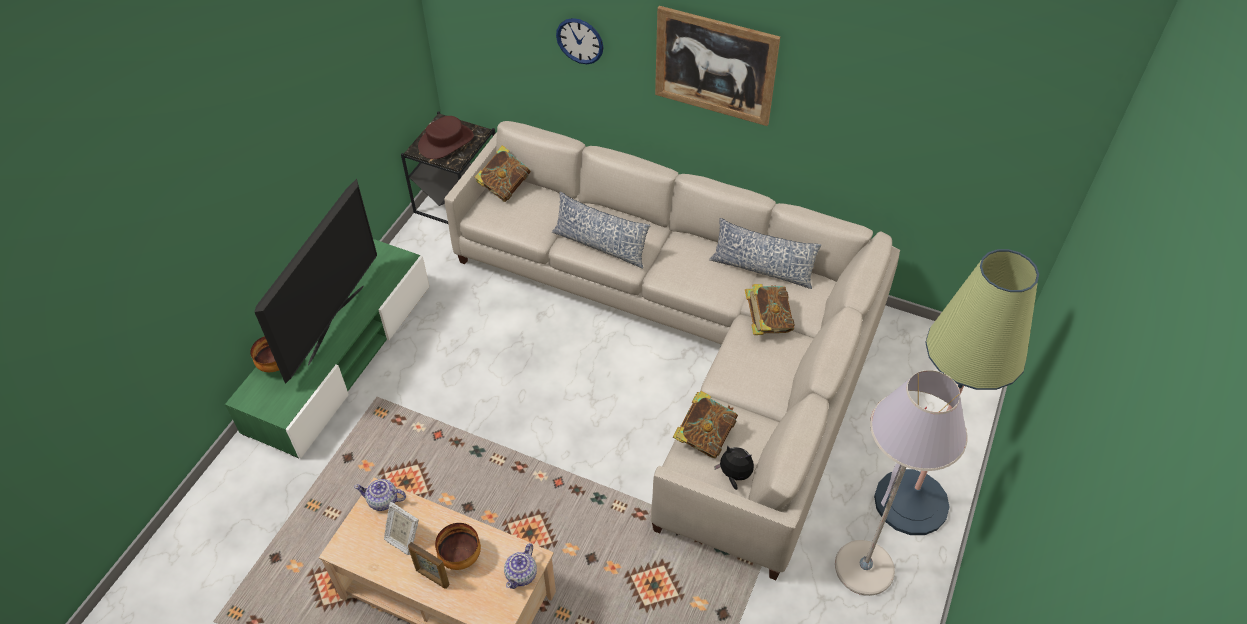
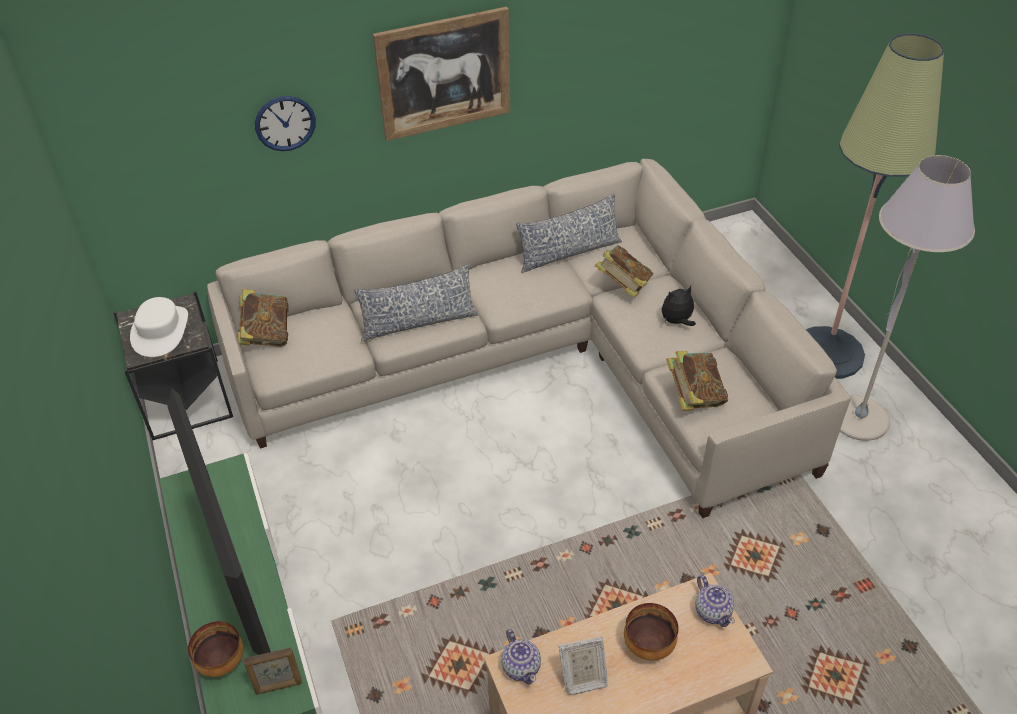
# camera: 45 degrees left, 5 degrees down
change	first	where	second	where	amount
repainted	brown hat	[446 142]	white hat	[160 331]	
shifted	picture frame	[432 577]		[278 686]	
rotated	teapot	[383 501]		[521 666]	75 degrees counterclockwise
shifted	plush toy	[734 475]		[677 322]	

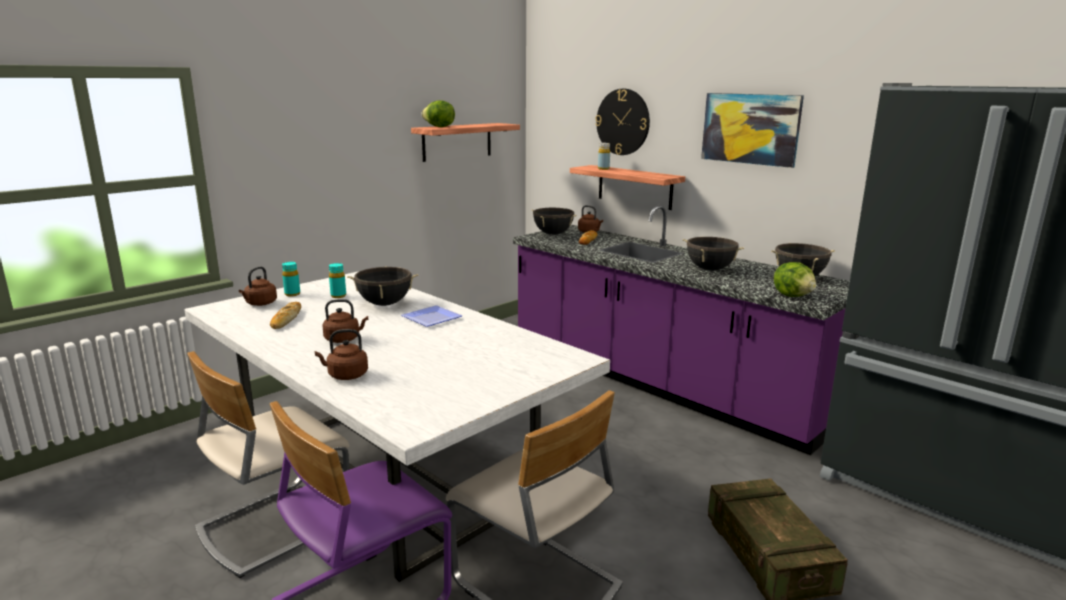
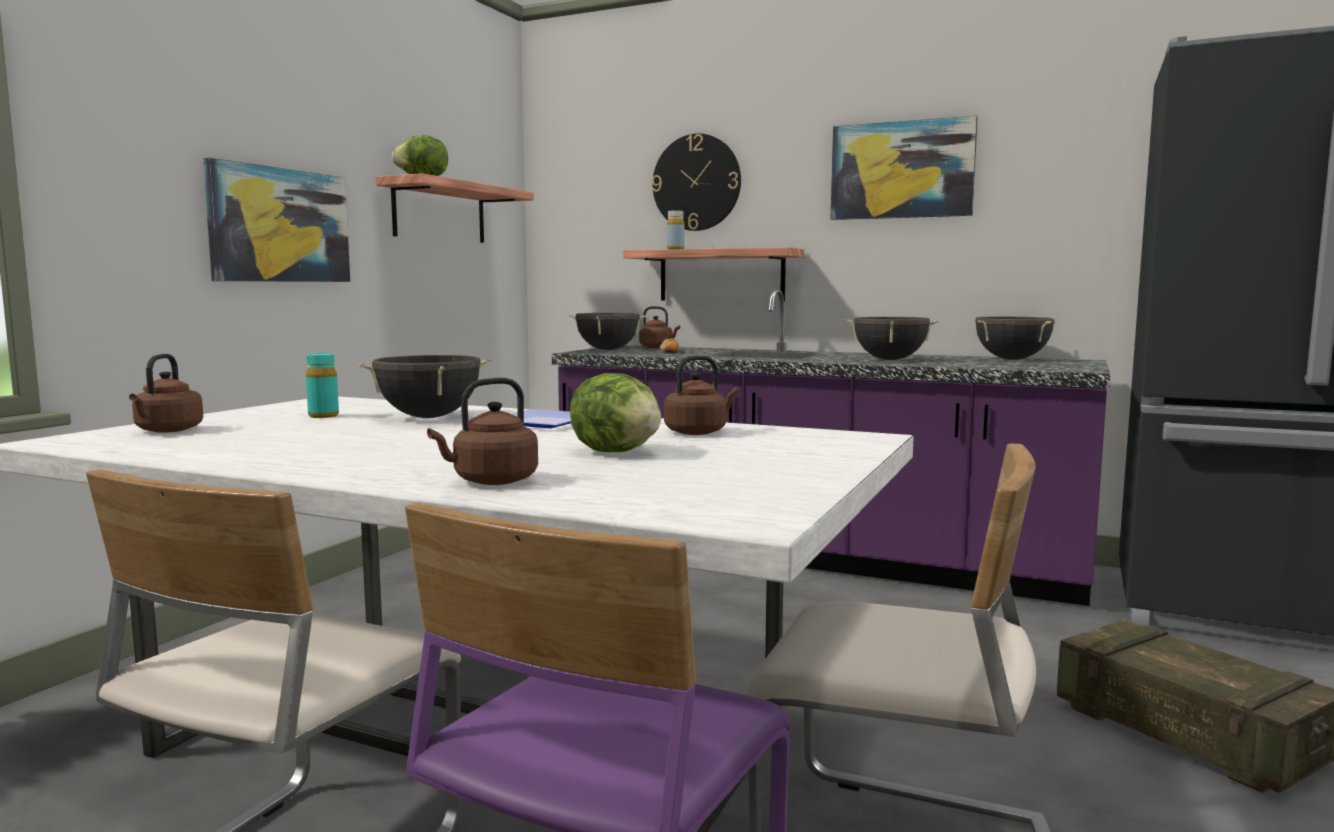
# camera: 20 degrees left, 10 degrees down
change	first	where	second	where	amount
new			picture	[280 225]	
shifted	lettuce	[793 295]		[618 451]	
shifted	brown kettle	[344 339]		[698 432]	
gone	bread	[286 319]			
gone	turquoise bottle	[292 294]			

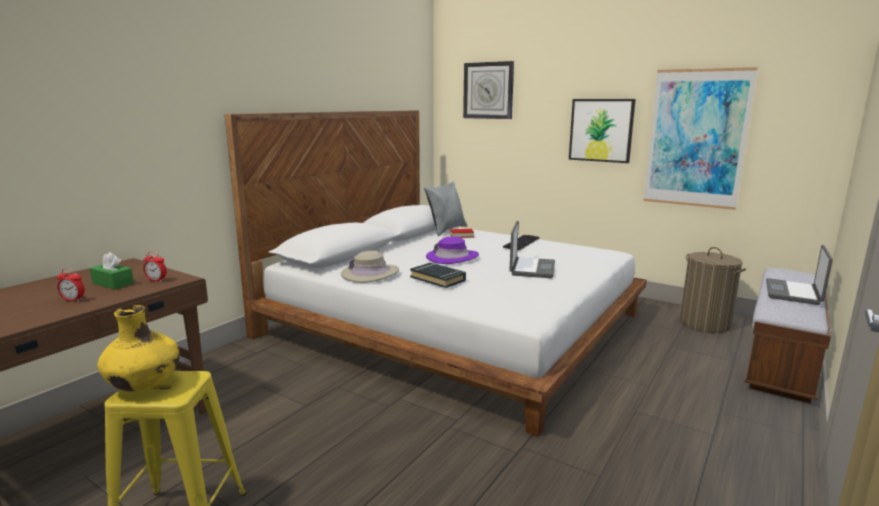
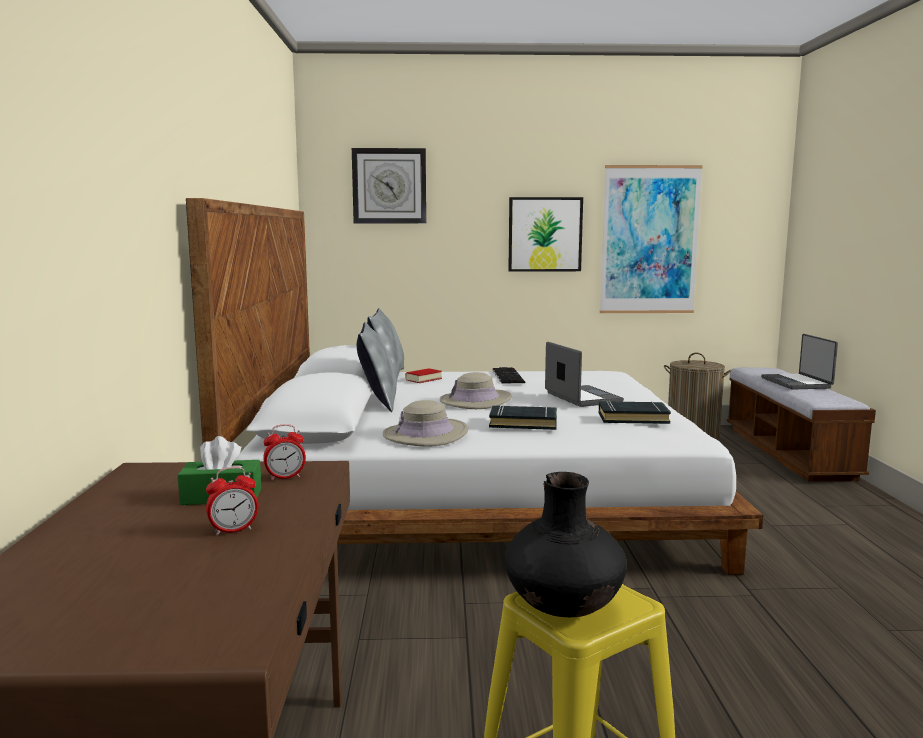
# camera: 35 degrees left, 5 degrees down
change	first	where	second	where	amount
new			grey pillow	[378 402]	
repainted	purple hat	[452 257]	beige hat	[475 401]	
repainted	yellow vase	[145 385]	black vase	[563 608]	
new			black book	[633 418]	

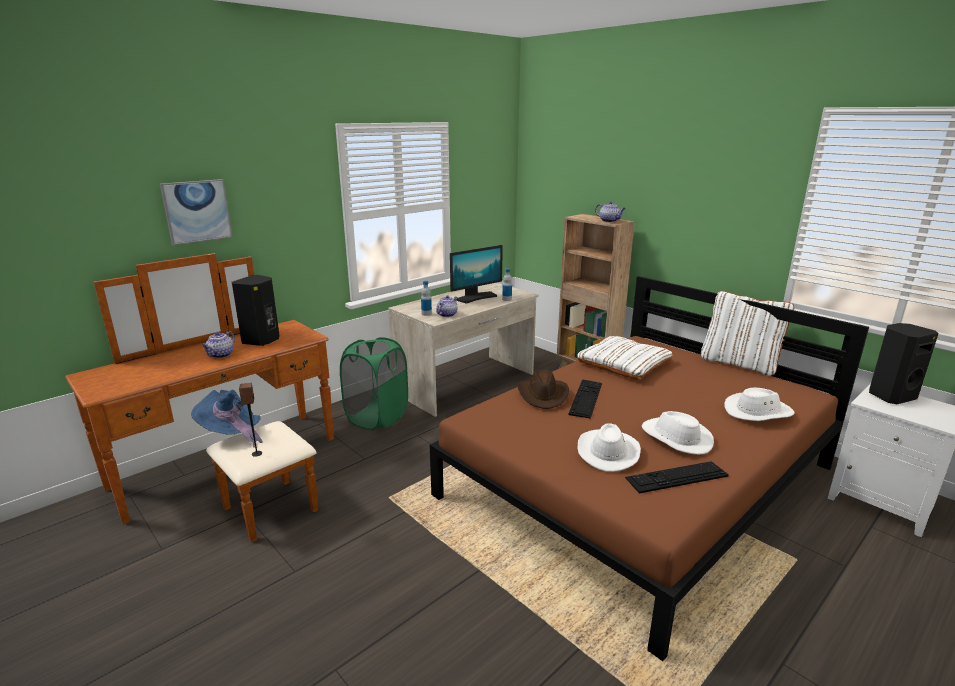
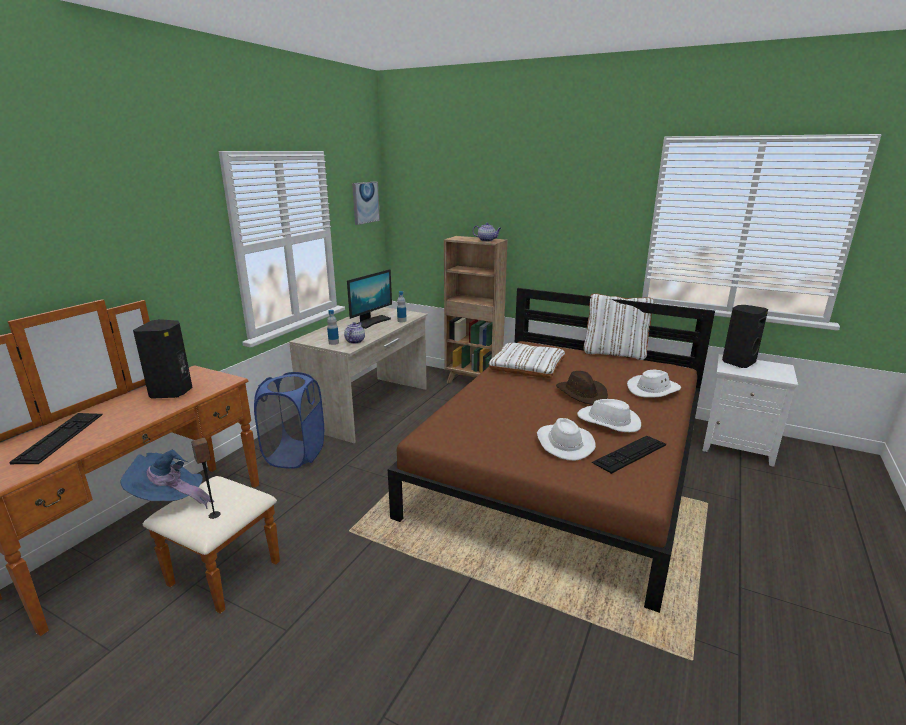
# camera: 20 degrees left, 0 degrees up
change	first	where	second	where	amount
shifted	keyboard	[586 398]		[60 437]	
repainted	green laundry basket	[377 417]	blue laundry basket	[295 454]	
shifted	picture	[197 211]		[365 202]	
shifted	brown hat	[543 395]		[582 393]	
gone	teapot	[221 355]			

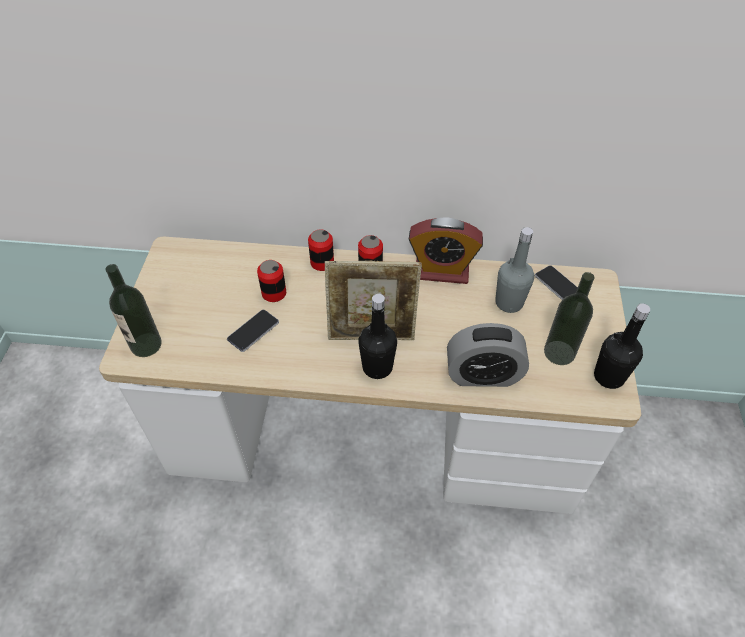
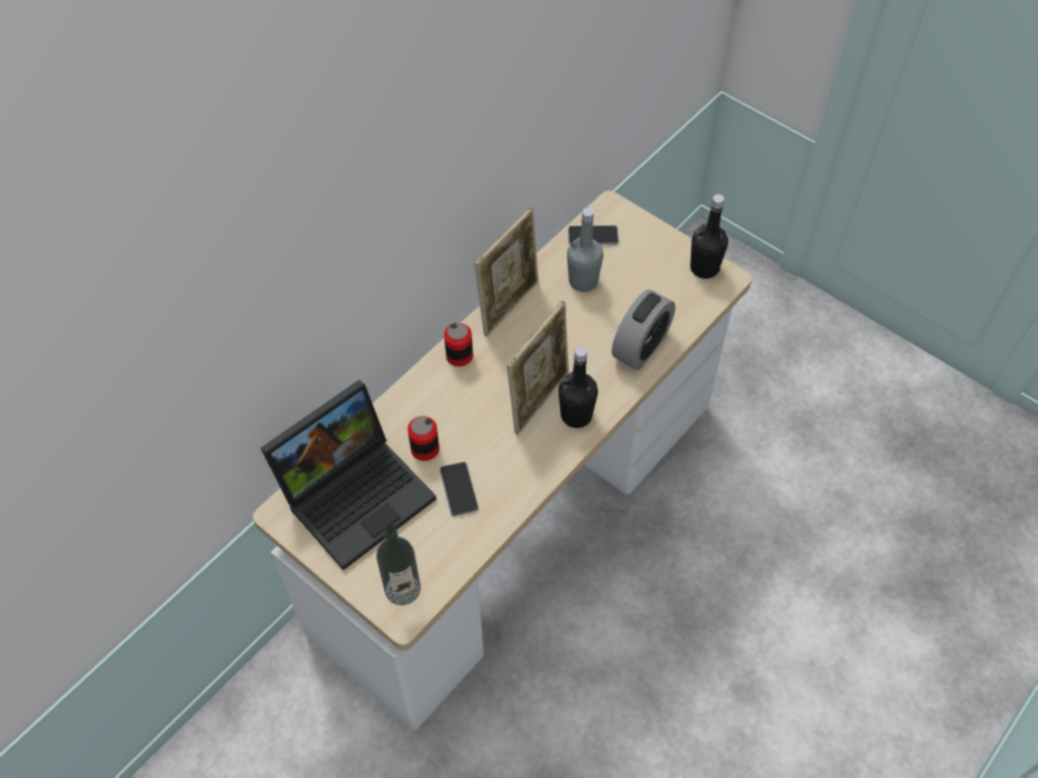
# camera: 55 degrees left, 5 degrees up
change	first	where	second	where	amount
new			laptop	[357 493]	
swapped	alarm clock	[441 271]	picture frame	[509 305]	
gone	can	[322 263]			
gone	bottle	[559 352]			

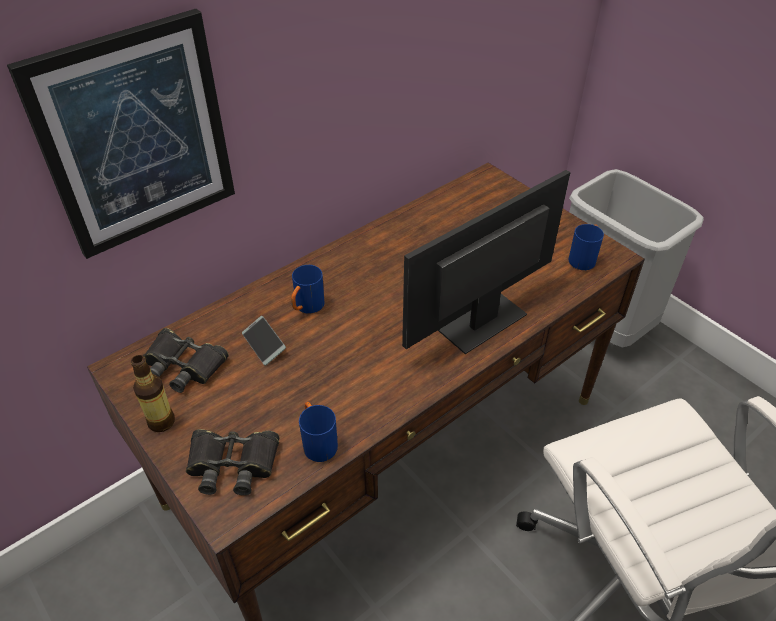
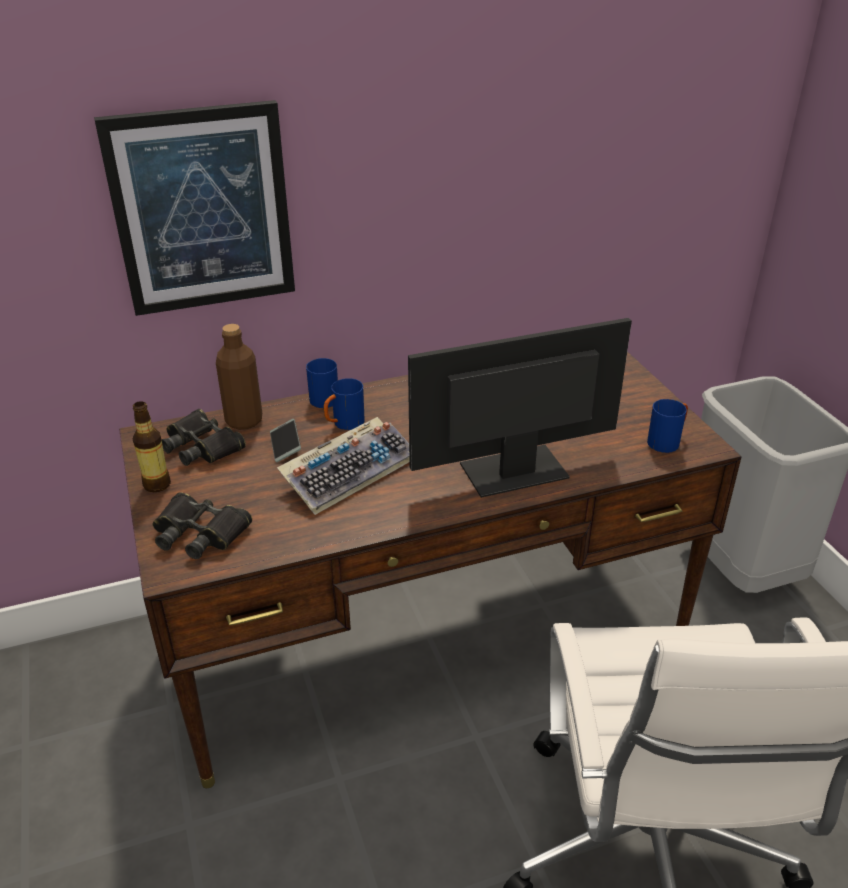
# camera: 20 degrees right, 10 degrees down
change	first	where	second	where	amount
new			brown bottle	[244 420]	
new			keyboard	[349 472]	
shifted	blue mug	[317 442]		[324 397]	

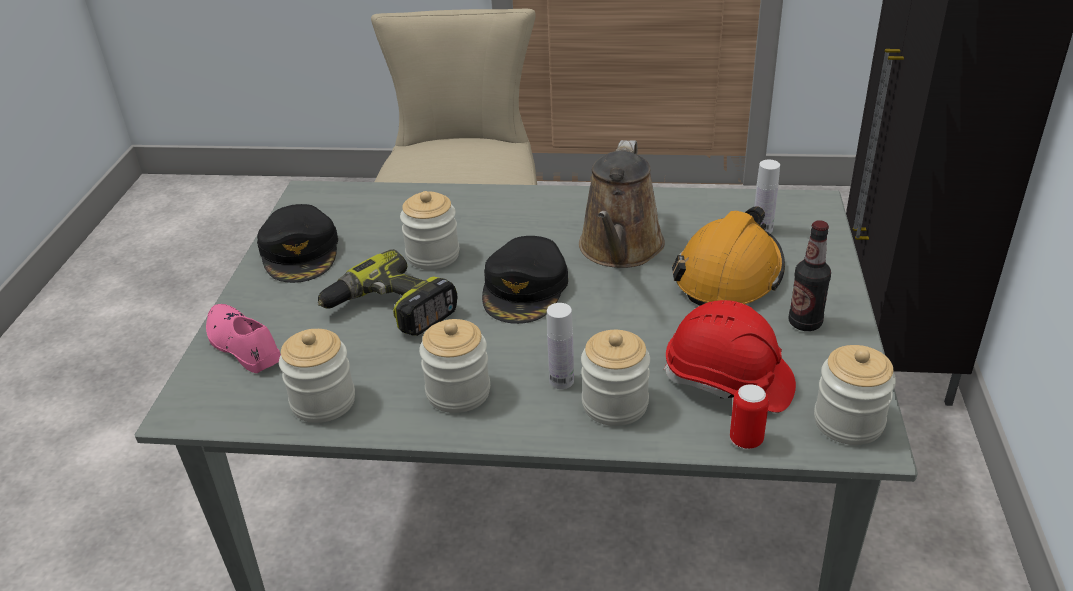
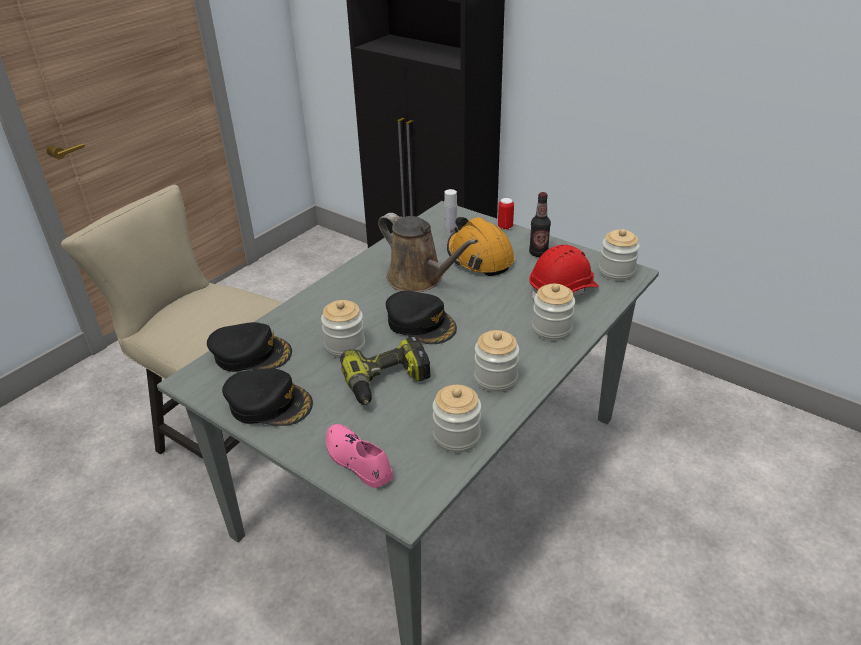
# camera: 60 degrees left, 0 degrees up
change	first	where	second	where	amount
new			black cap	[251 353]	
rotated	pink shoe	[243 345]		[357 460]	60 degrees clockwise
shifted	can	[746 440]		[505 227]	
gone	white bottle	[561 381]			

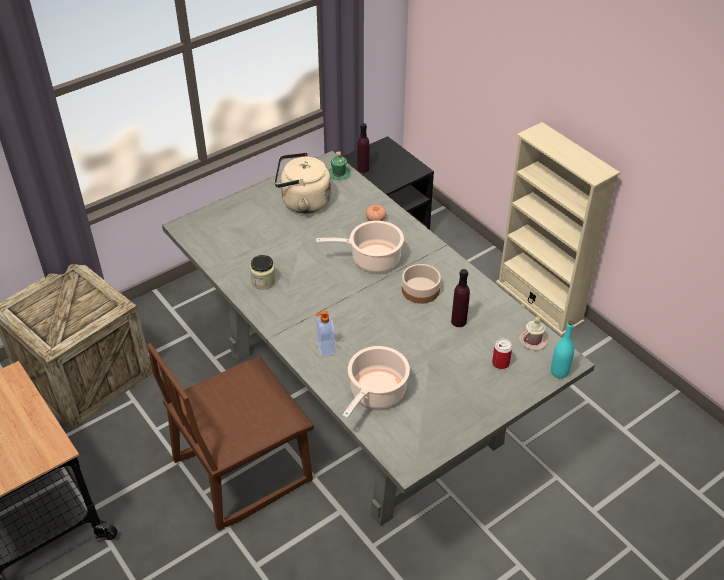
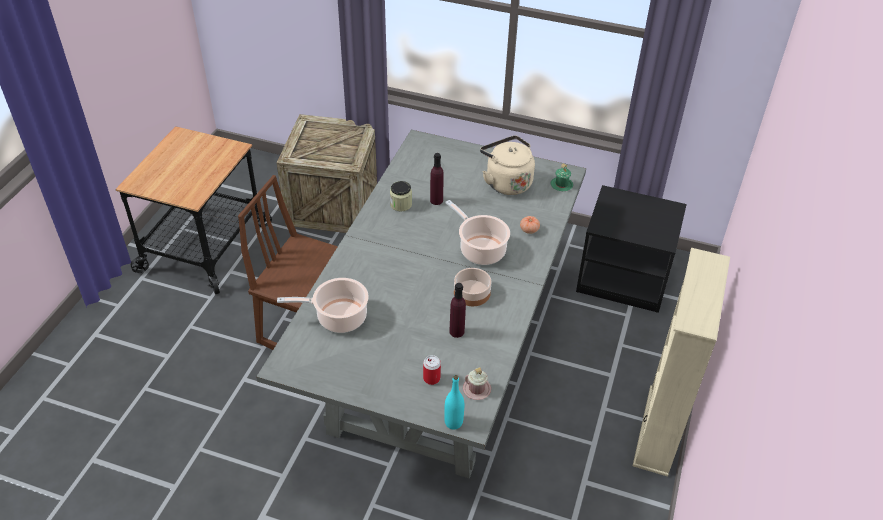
# camera: 55 degrees right, 0 degrees up
change	first	where	second	where	amount
shifted	purple bottle	[363 169]		[436 200]	
gone	soap dispenser	[325 348]			

